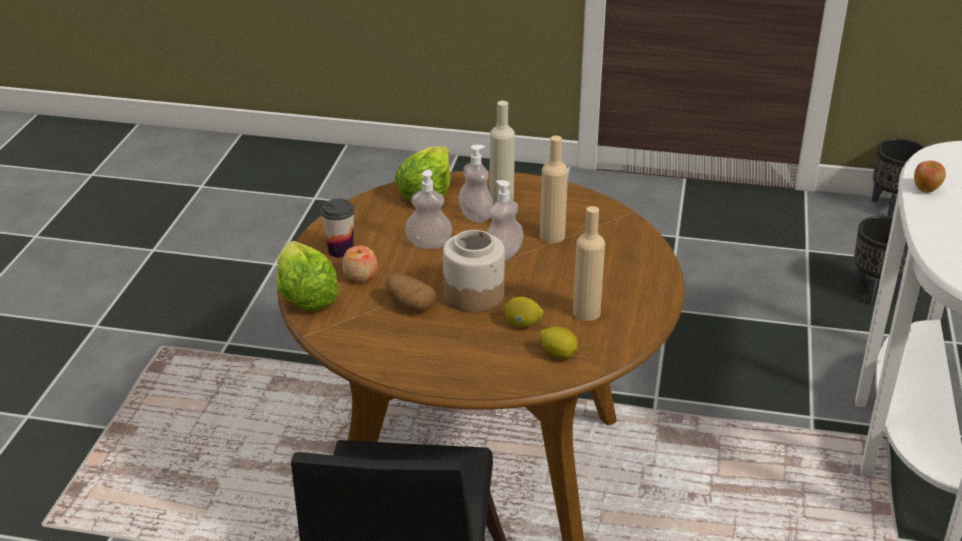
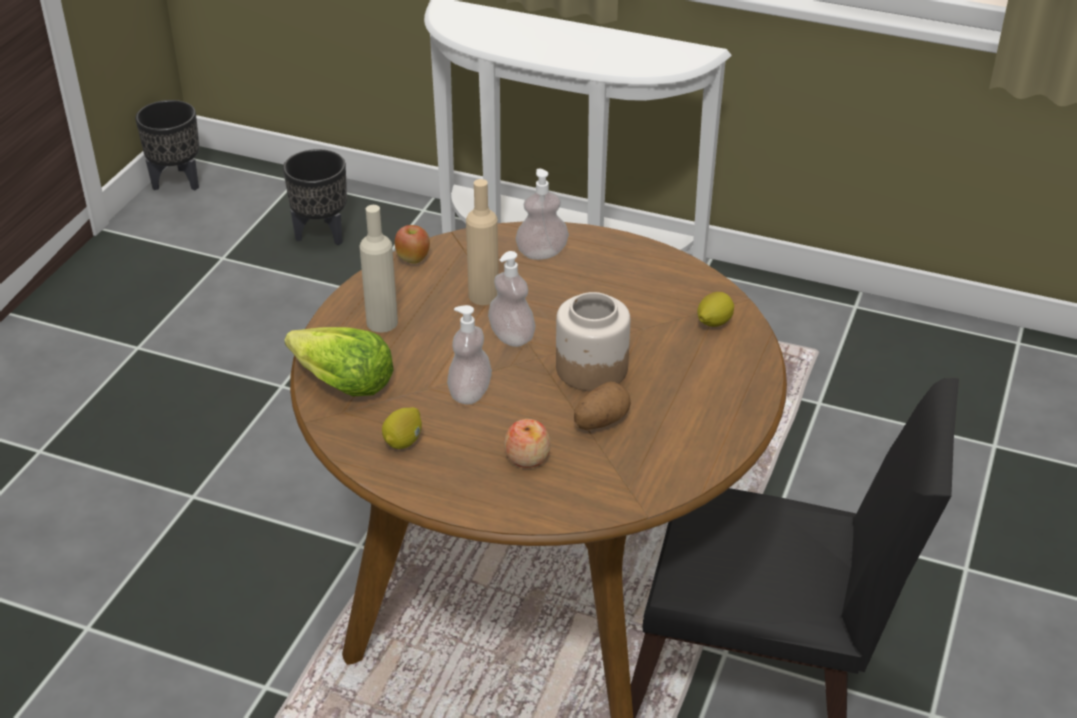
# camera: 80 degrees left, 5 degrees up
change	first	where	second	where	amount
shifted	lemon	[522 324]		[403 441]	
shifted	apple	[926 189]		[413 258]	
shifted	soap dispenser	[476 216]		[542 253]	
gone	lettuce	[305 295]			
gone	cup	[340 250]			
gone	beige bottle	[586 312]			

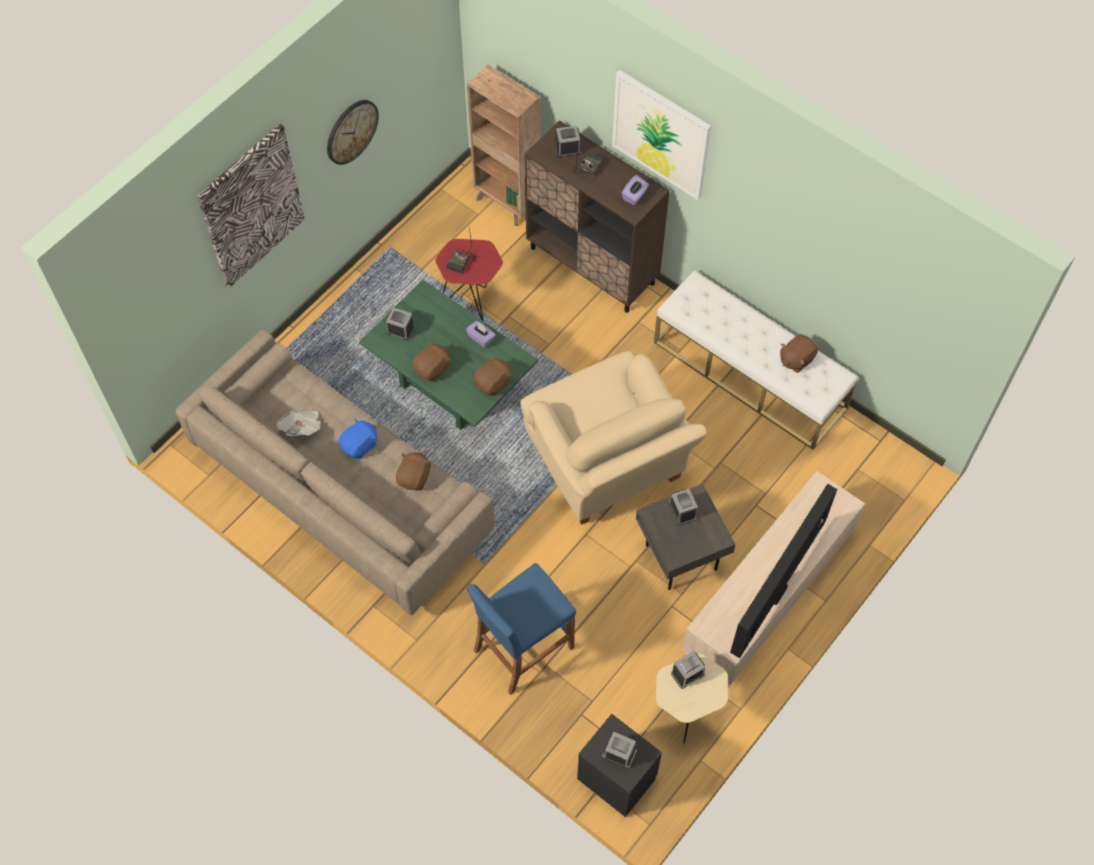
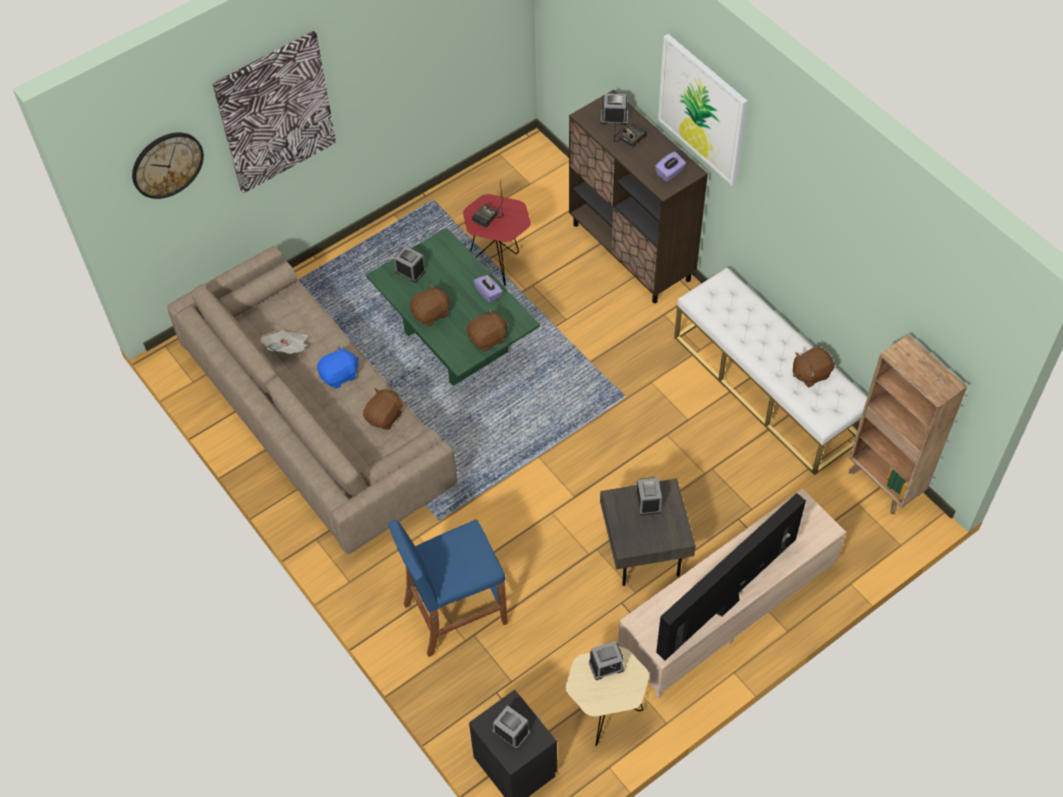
# camera: 15 degrees right, 5 degrees down
change	first	where	second	where	amount
shifted	wall clock	[351 131]		[167 164]	
shifted	brown bookcase	[507 203]		[884 484]	
gone	beige armchair	[607 466]			

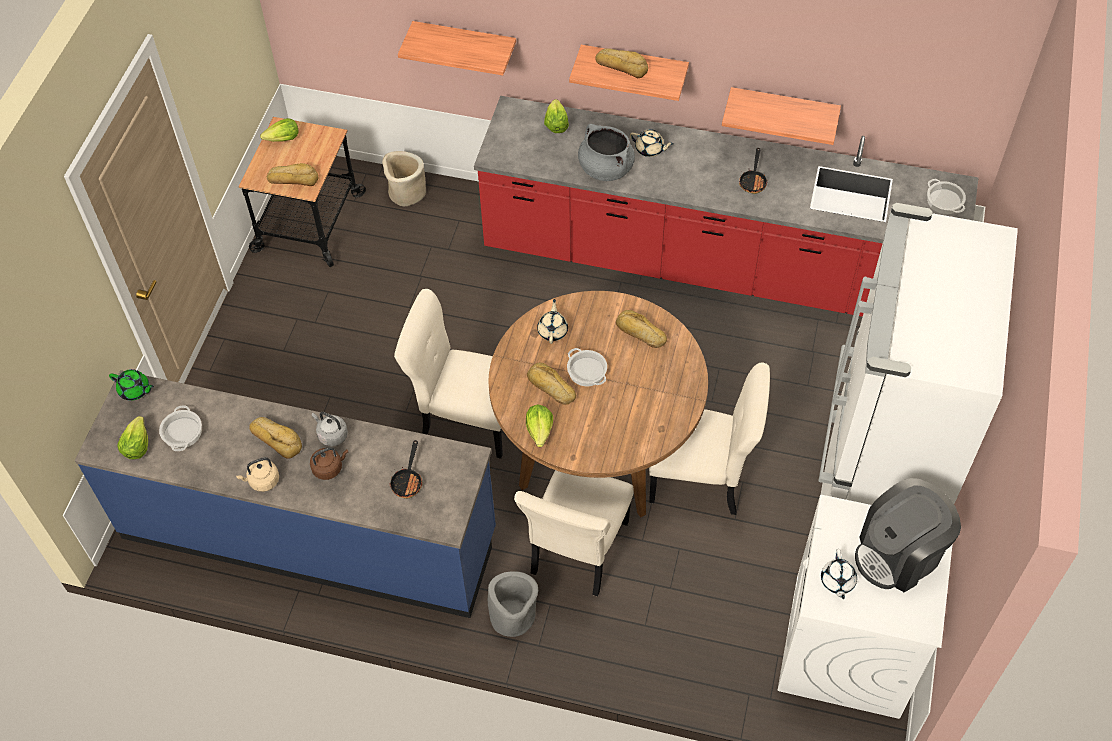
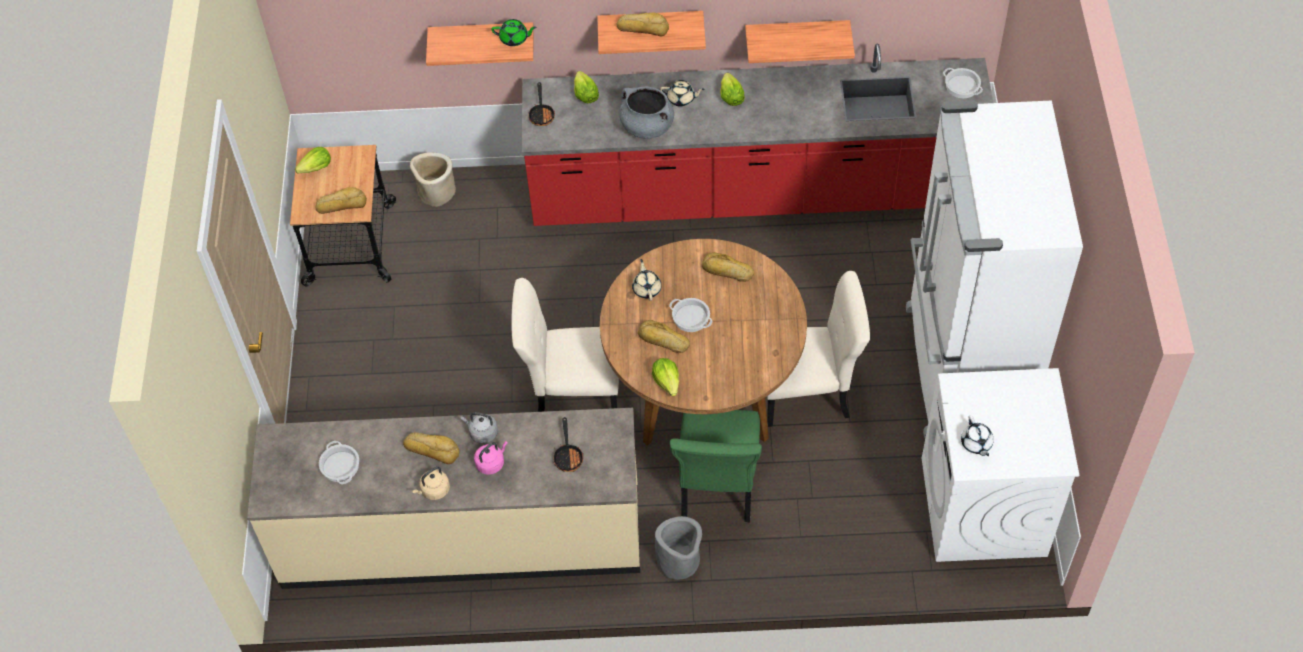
# camera: 15 degrees left, 0 degrees up
change	first	where	second	where	amount
repainted	blue counter	[309 533]	beige counter	[462 537]	
repainted	brown kettle	[329 468]	pink kettle	[491 463]	
shifted	green teapot	[135 390]		[514 39]	
shifted	frying pan	[753 181]		[542 114]	
repainted	beige chair	[577 551]	green chair	[717 487]	
shifted	lettuce	[136 445]		[730 96]	
gone	coffee machine	[899 554]			

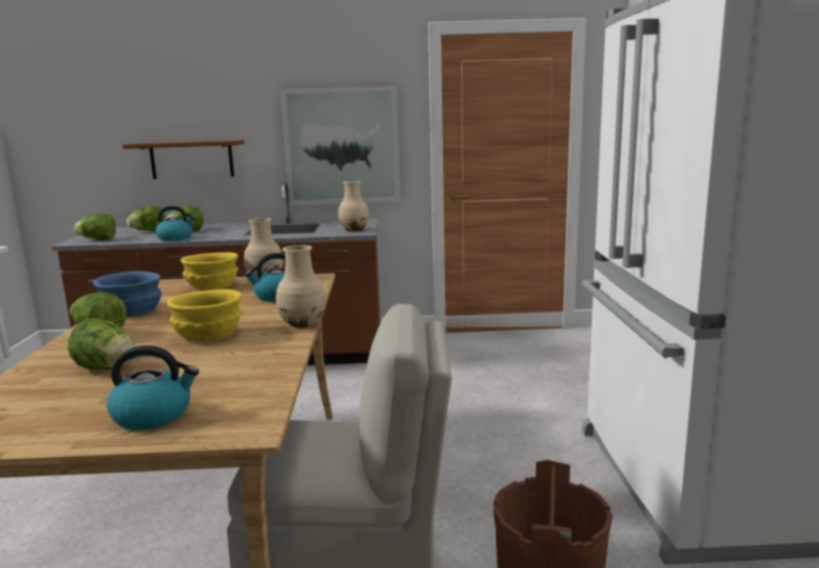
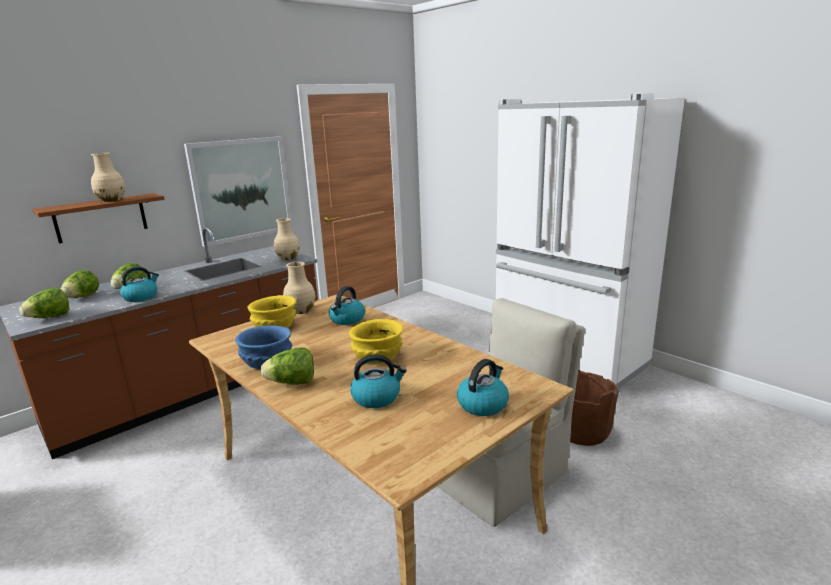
# camera: 40 degrees left, 5 degrees up
change	first	where	second	where	amount
shifted	beige vase	[302 323]		[111 200]	
swapped	lettuce	[108 369]	kettle	[377 397]	

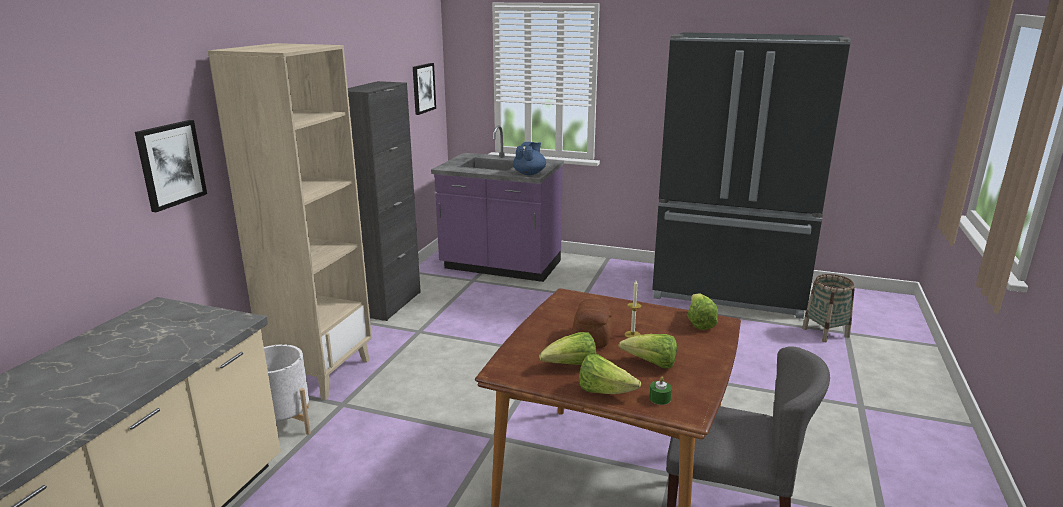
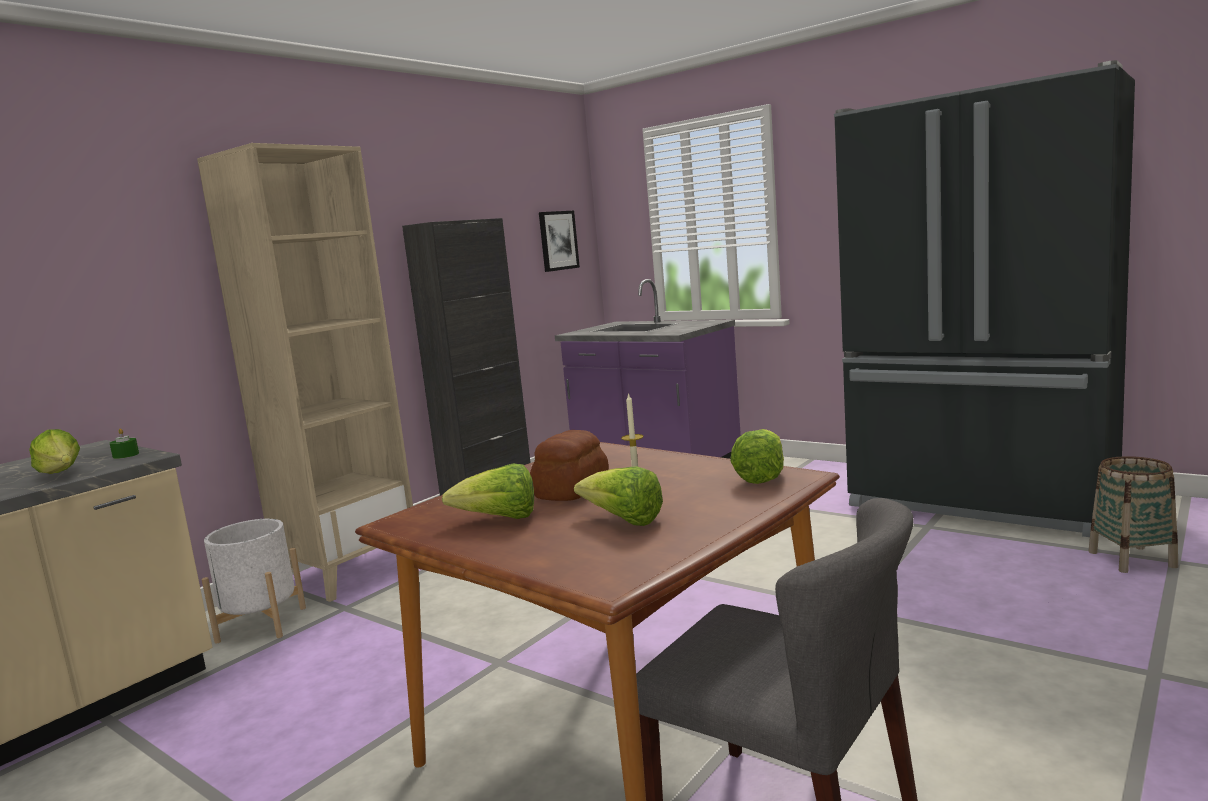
# camera: 20 degrees right, 10 degrees down
change	first	where	second	where	amount
shifted	lettuce	[604 391]		[61 474]	
shifted	green candle	[660 398]		[126 455]	
gone	picture	[171 164]			
gone	blue teapot	[529 173]			

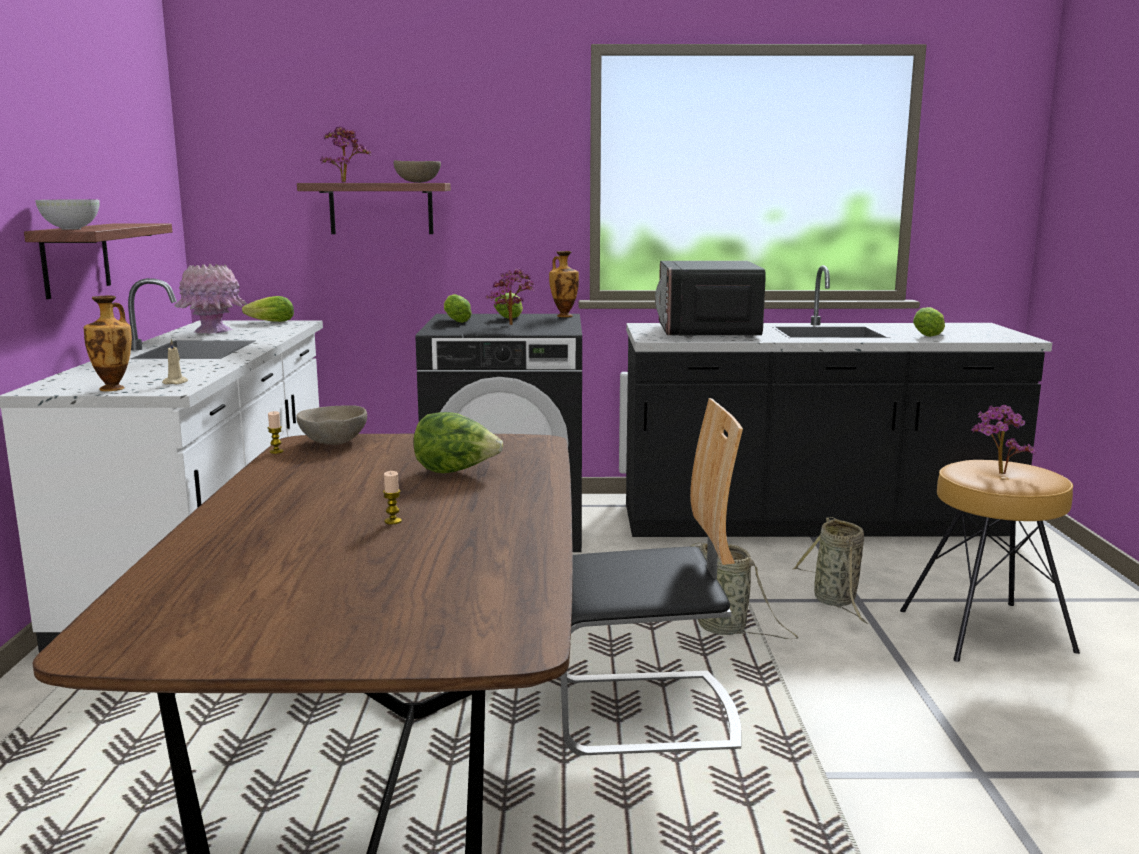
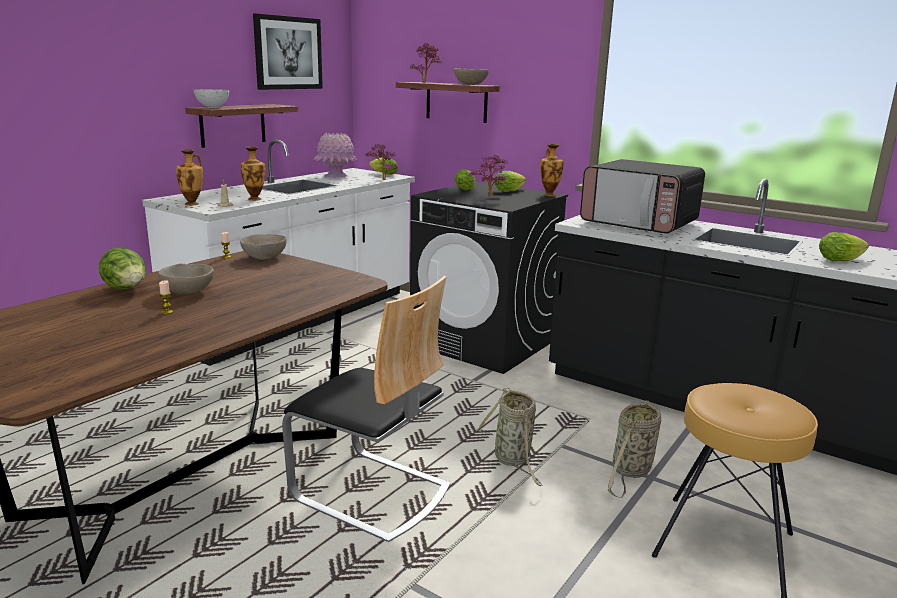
# camera: 35 degrees right, 5 degrees up
change	first	where	second	where	amount
shifted	lettuce	[456 472]		[127 289]	
new			beige bowl	[188 292]	
new			vase	[255 199]	
new			picture	[288 53]	
shifted	potted plant	[997 474]		[381 179]	
rotated	microwave	[707 331]		[639 223]	90 degrees counterclockwise

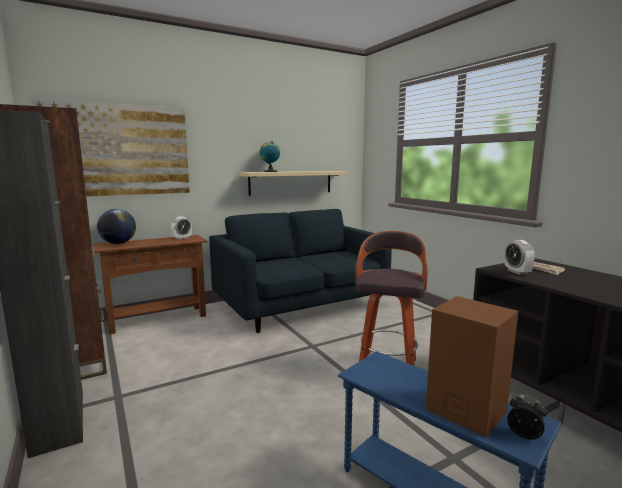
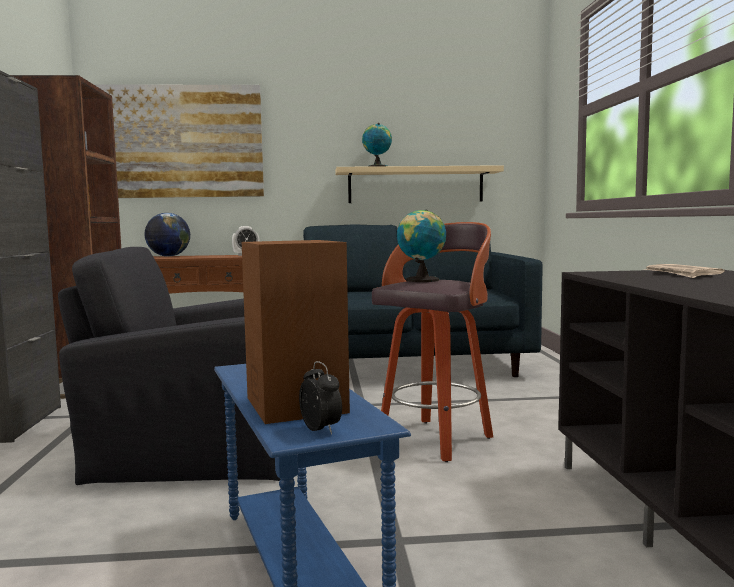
# camera: 25 degrees right, 5 degrees down
change	first	where	second	where	amount
new			black armchair	[199 445]	
new			globe	[421 280]	
gone	alarm clock	[517 272]			

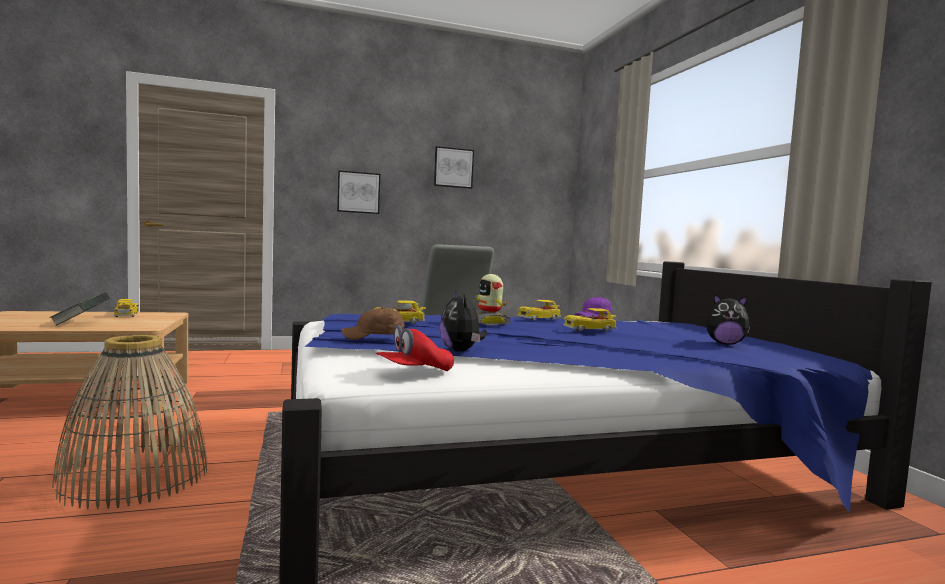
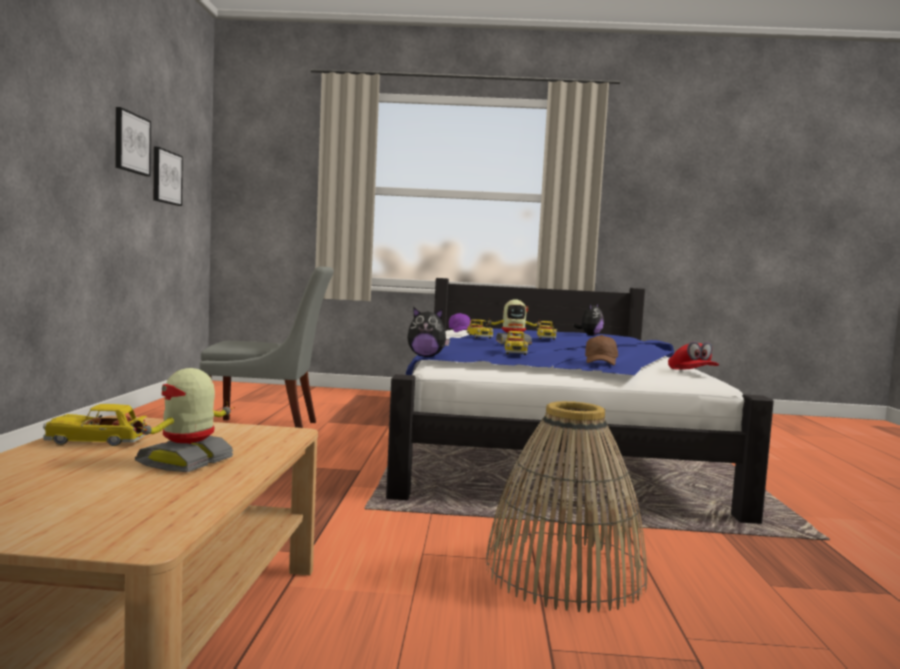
# camera: 70 degrees left, 0 degrees up
change	first	where	second	where	amount
swapped	book	[80 323]	toy robot	[187 461]	
shifted	picture	[358 192]		[166 177]	
shifted	plush toy	[461 351]		[426 356]	

